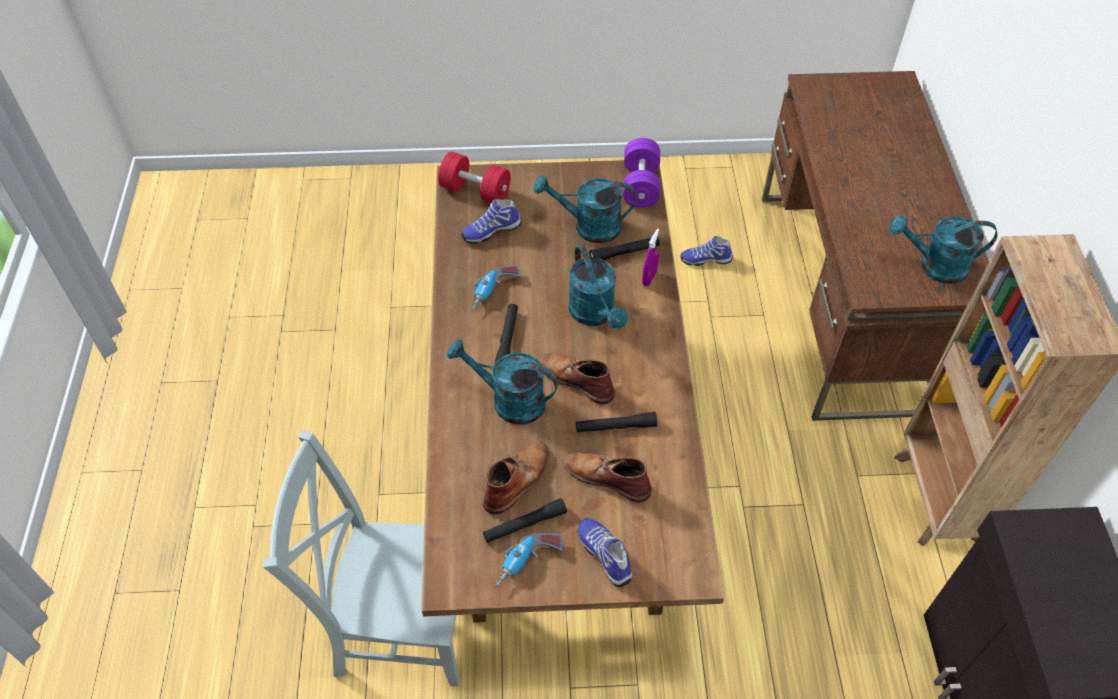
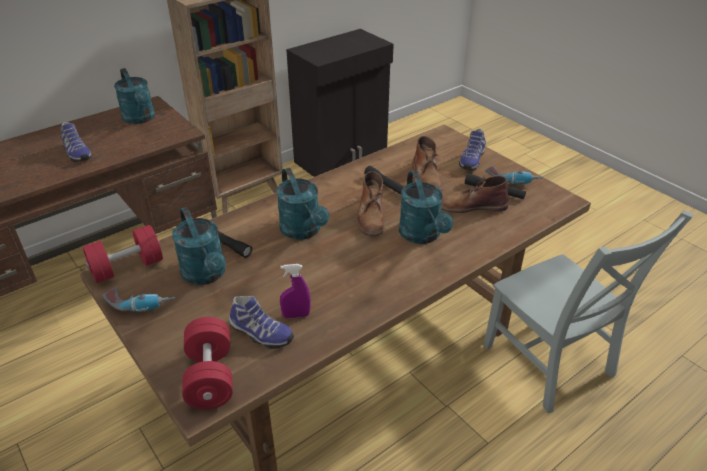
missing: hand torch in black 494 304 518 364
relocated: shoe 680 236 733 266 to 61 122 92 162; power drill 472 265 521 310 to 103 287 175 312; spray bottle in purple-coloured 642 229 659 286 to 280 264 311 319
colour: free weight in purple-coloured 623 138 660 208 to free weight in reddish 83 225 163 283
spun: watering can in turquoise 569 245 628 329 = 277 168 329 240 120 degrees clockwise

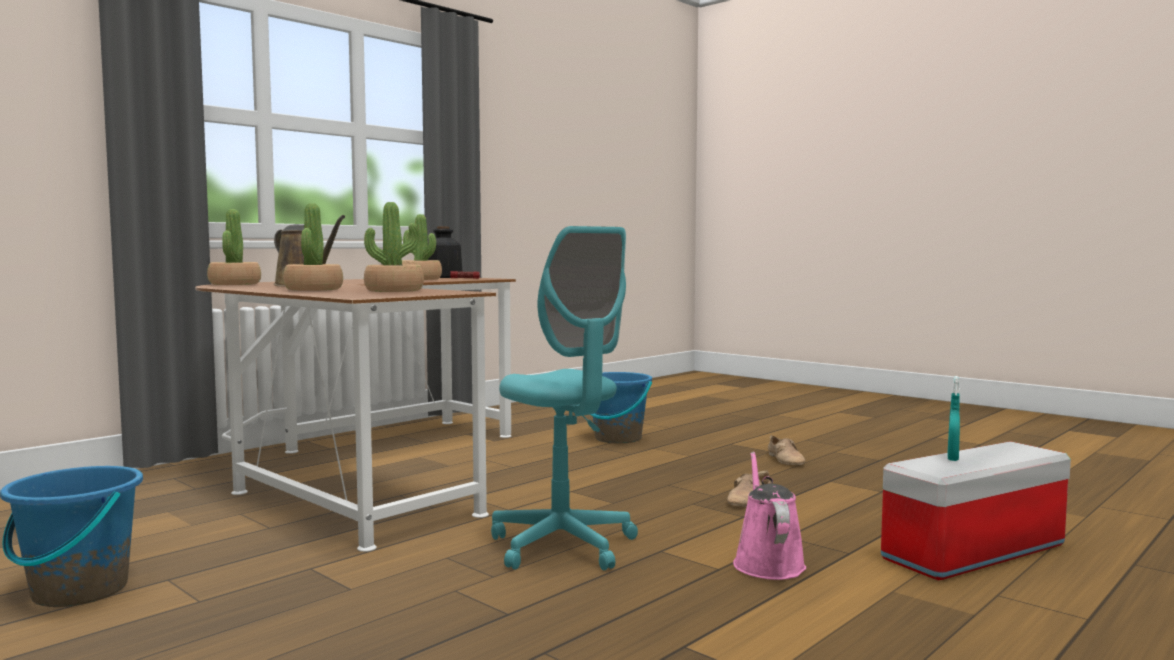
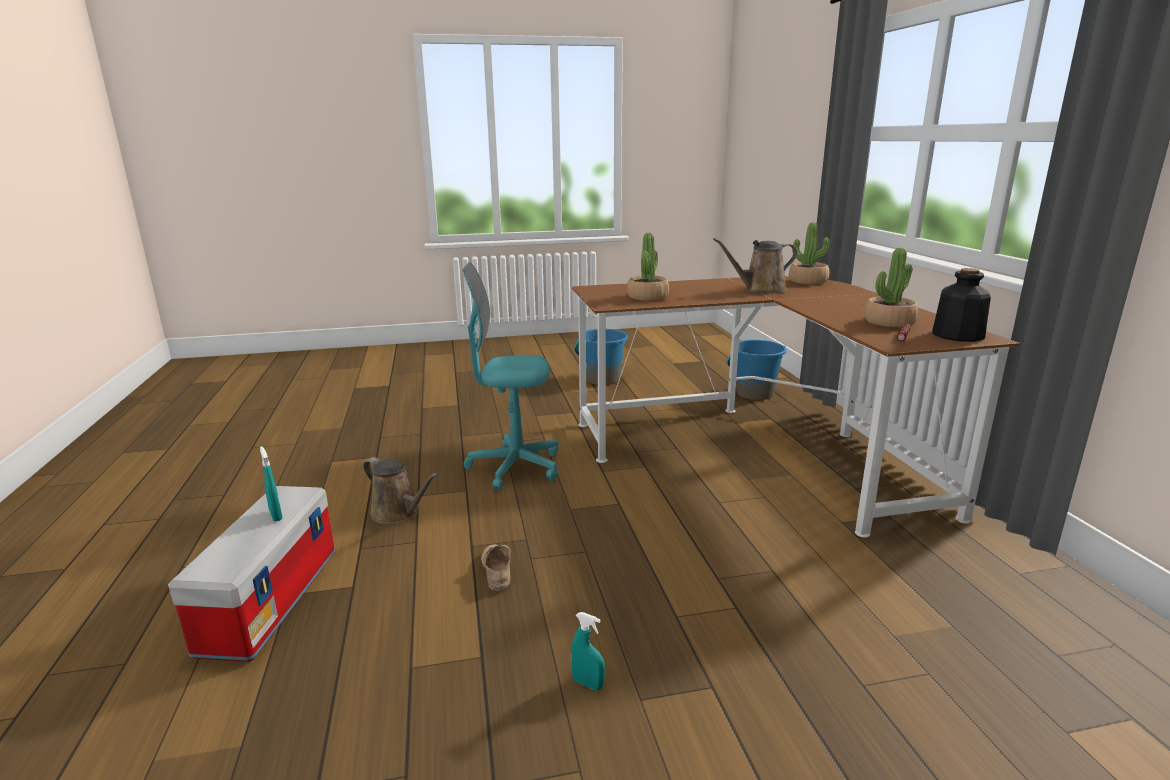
missing: houseplant 283 203 343 291
relocated: water bucket in bluish 590 372 652 443 to 727 340 787 400
exchanged: shoe in beige-coloured 768 435 805 465 to spray bottle in turquoise 571 612 605 690
colour: watering can in pinkish 733 452 806 580 to watering can in brown 363 457 439 524

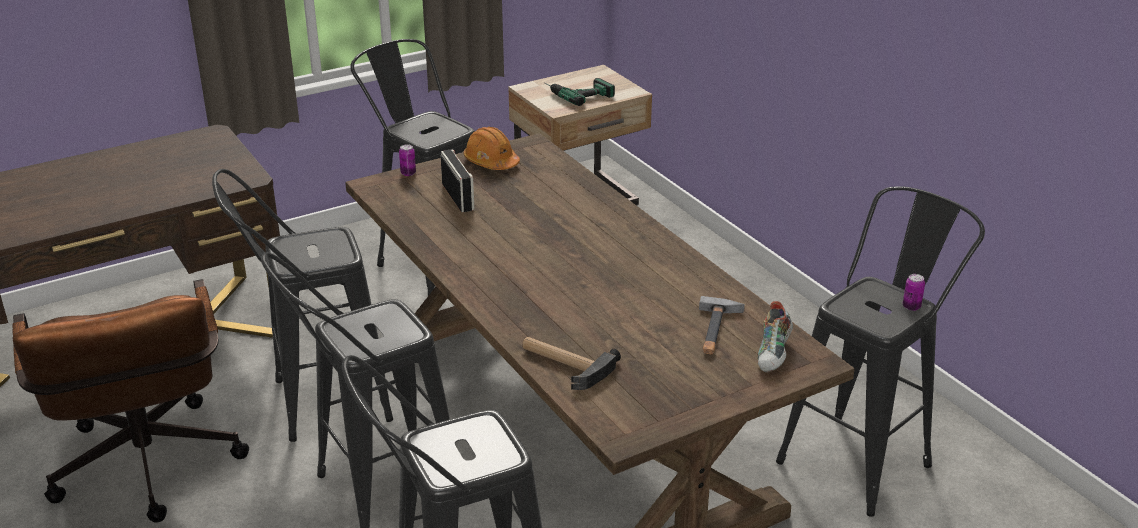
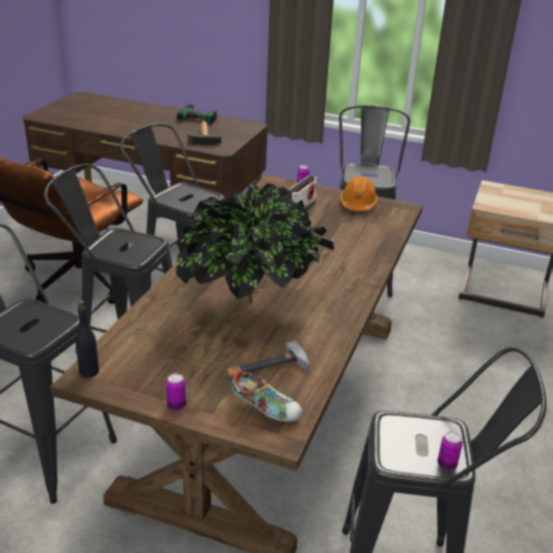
appeared: drink bottle in black 75 300 99 378; can 166 373 186 411; houseplant 176 182 334 303
relocated: power drill 545 78 615 106 to 177 104 217 125; tool hammer 522 337 621 390 to 188 121 221 145
spun: shoe 758 301 793 372 = 232 370 303 422 135 degrees counterclockwise

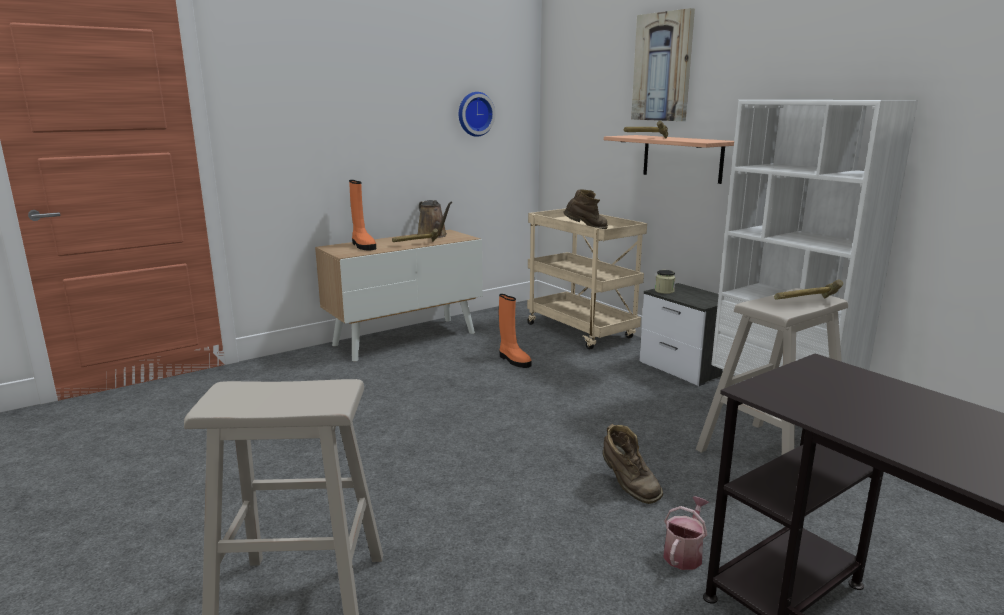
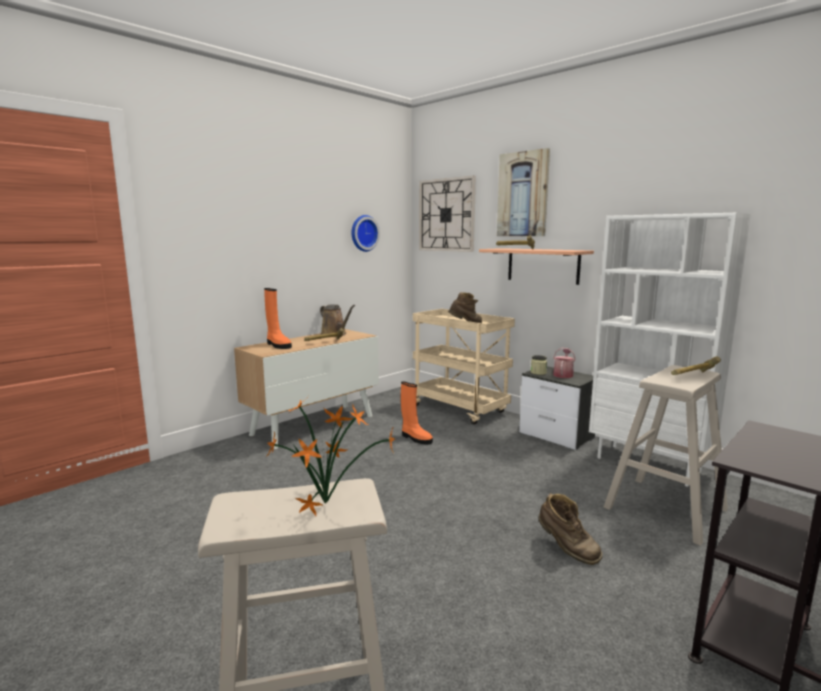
appeared: houseplant 266 399 395 516; wall clock 419 176 476 252
relocated: watering can 663 496 709 570 to 553 348 576 378

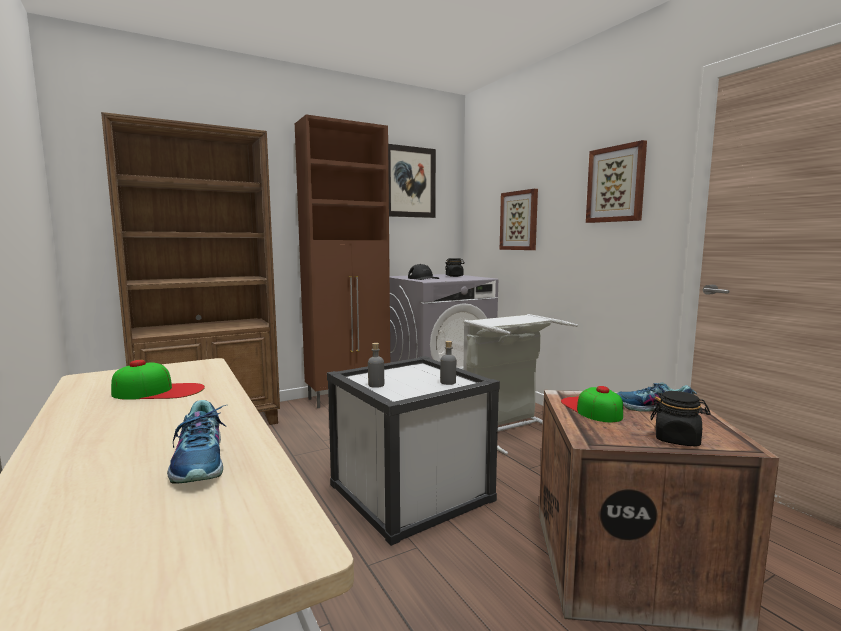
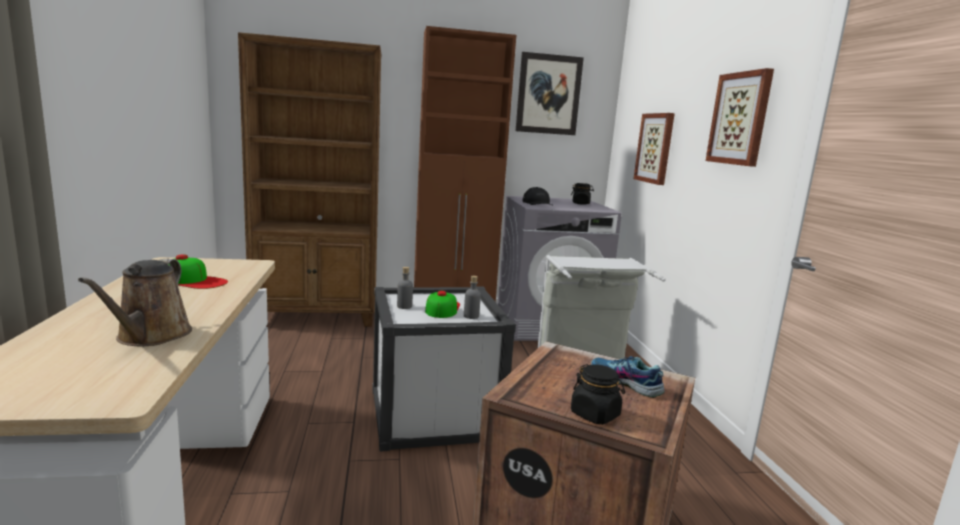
relocated: baseball cap 561 386 623 422 to 425 291 460 318
exchanged: shoe 167 400 226 484 to watering can in brown 78 259 192 346

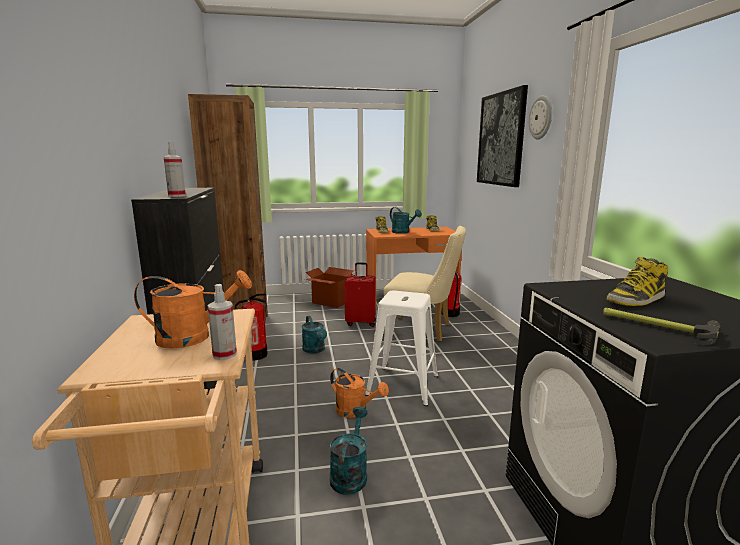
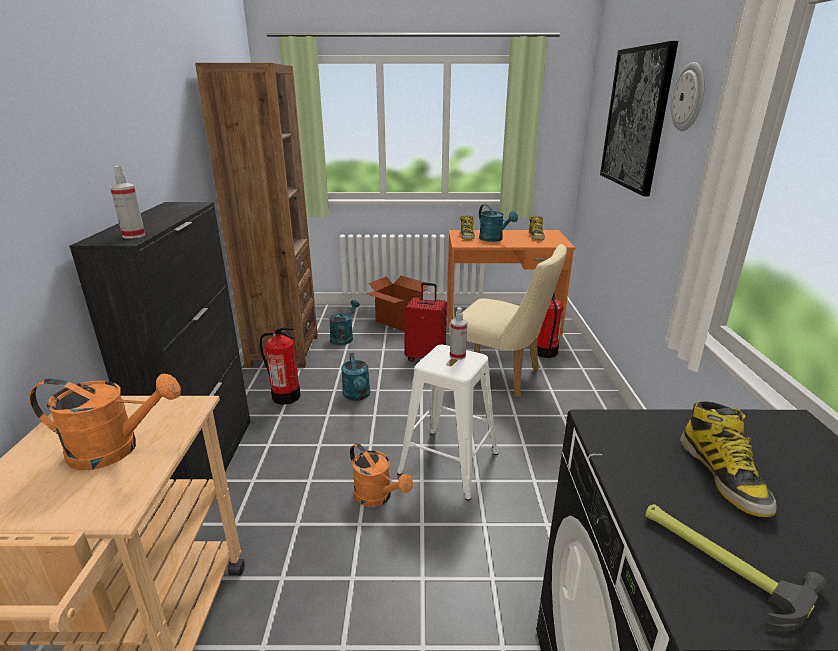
relocated: watering can in turquoise 330 407 368 495 to 329 300 360 345; spray bottle 208 284 237 360 to 450 307 467 360
spun: tall boot 606 257 668 306 = 680 401 777 517 75 degrees counterclockwise

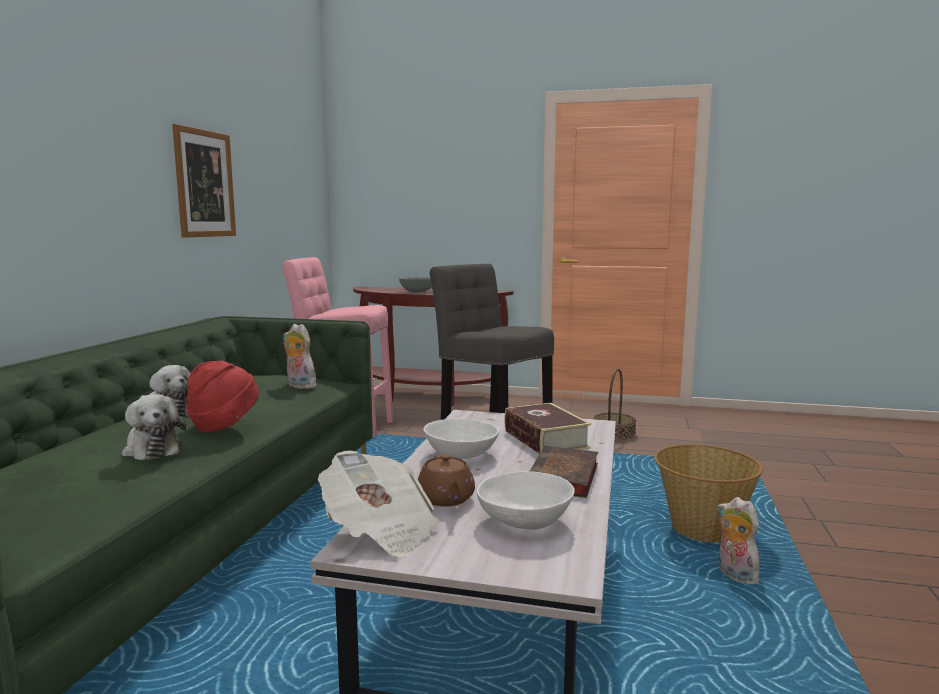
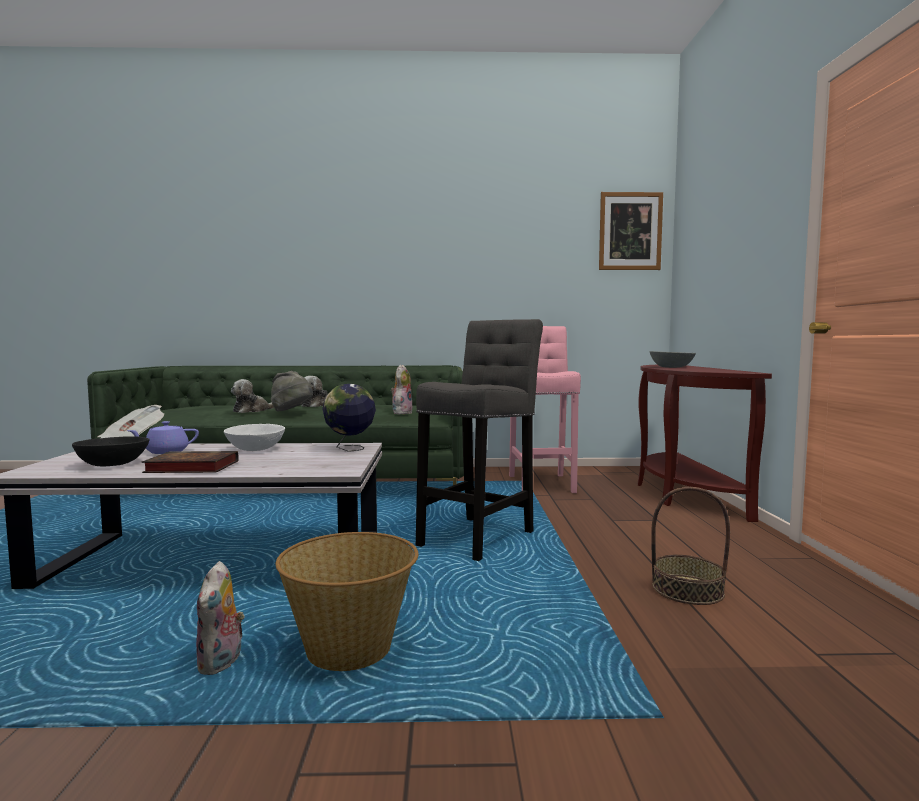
missing: book 504 403 591 454
appeared: world globe 322 384 376 452
relocated: wall art 172 124 236 238 to 599 192 663 270
colour: serving bowl in white 477 471 575 530 to serving bowl in black 72 436 150 466; tea pot in brown 418 454 475 507 to tea pot in purple-coloured 127 421 199 454; hat in reddish 187 360 259 433 to hat in grey 271 371 313 411
spun: cuddly toy 718 497 760 584 = 196 561 245 675 135 degrees clockwise

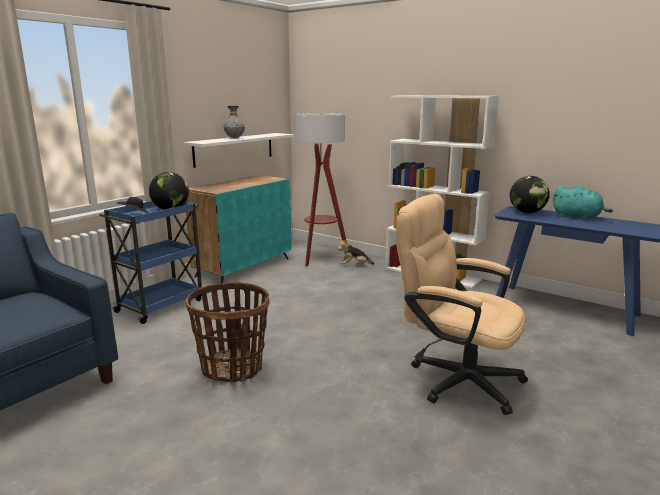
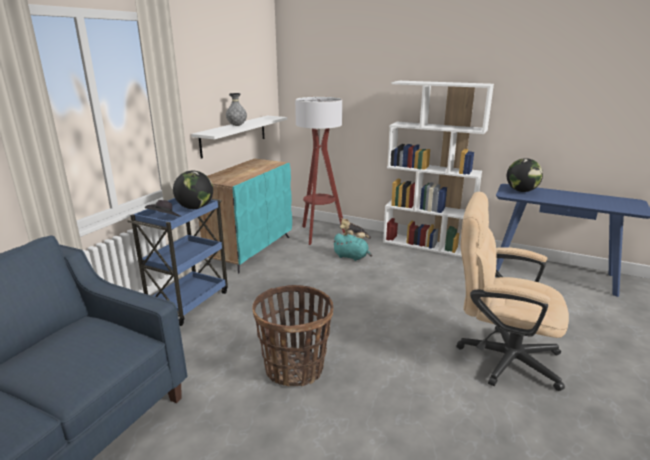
relocated: cuddly toy in turquoise 553 186 613 220 to 332 234 373 261

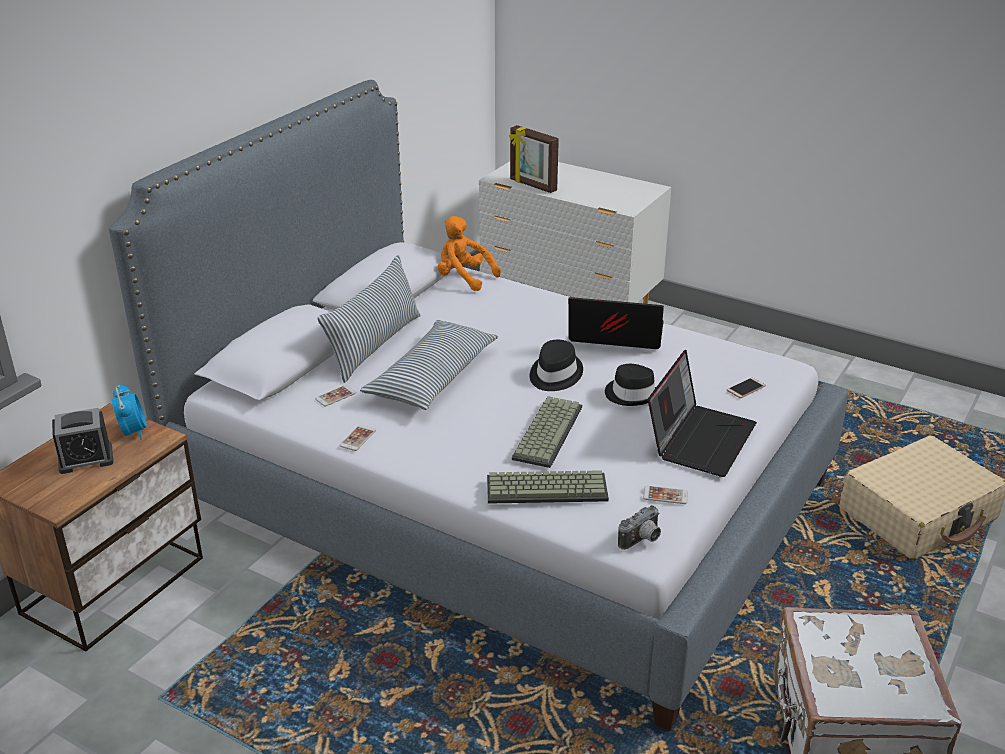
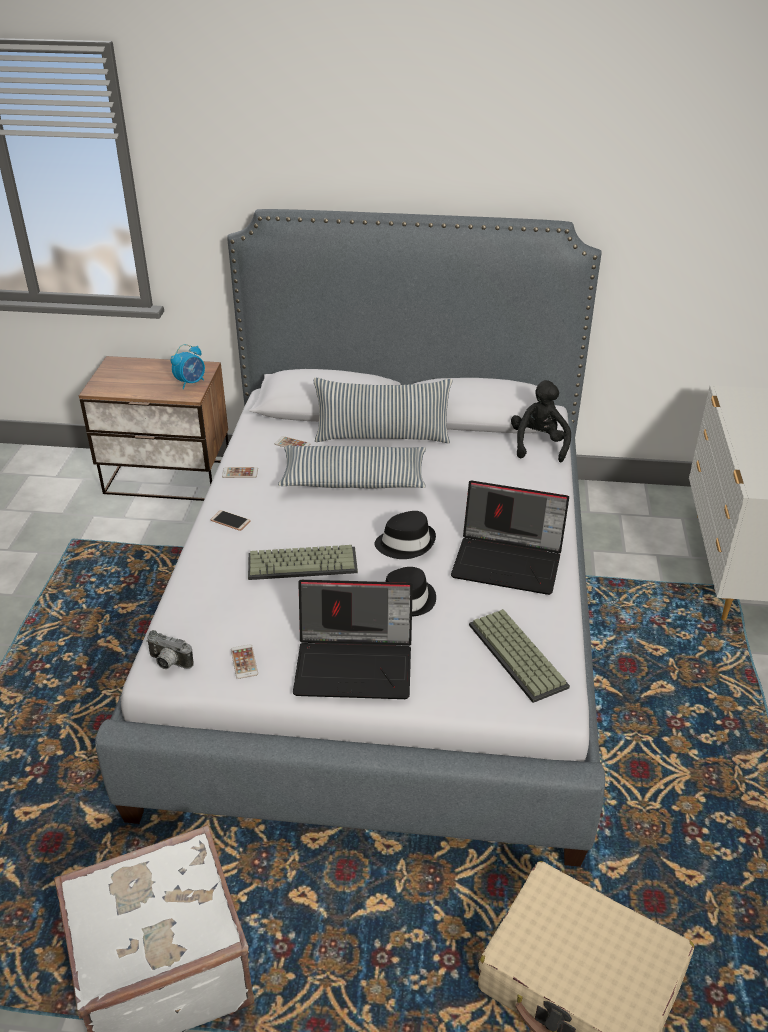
missing: bedside clock 52 408 113 474; picture frame 509 125 559 193
relocated: handset 727 377 766 398 to 210 510 251 531; computer keyboard 487 470 609 504 to 469 609 570 703
colour: cuddly toy in orange-coloured 438 216 501 291 to cuddly toy in black 511 380 571 462
spun: portable computer 568 297 664 349 = 451 481 569 595 120 degrees clockwise

